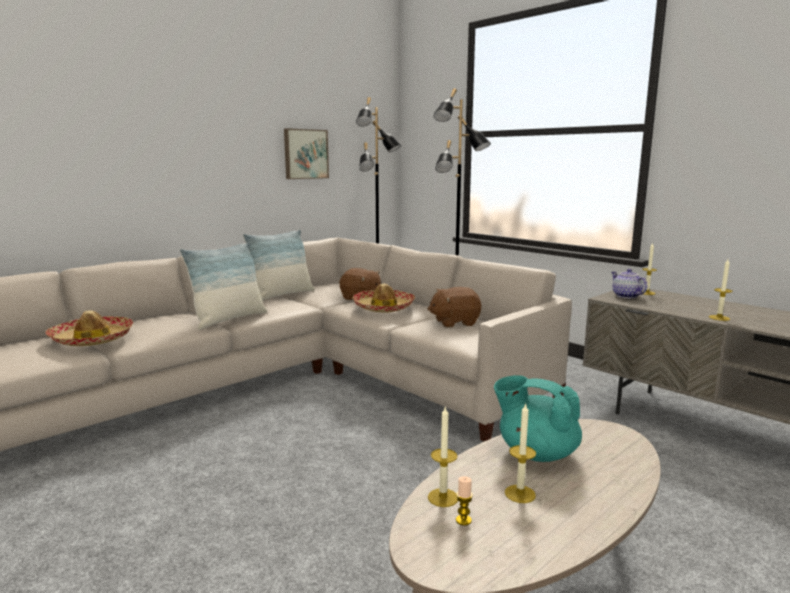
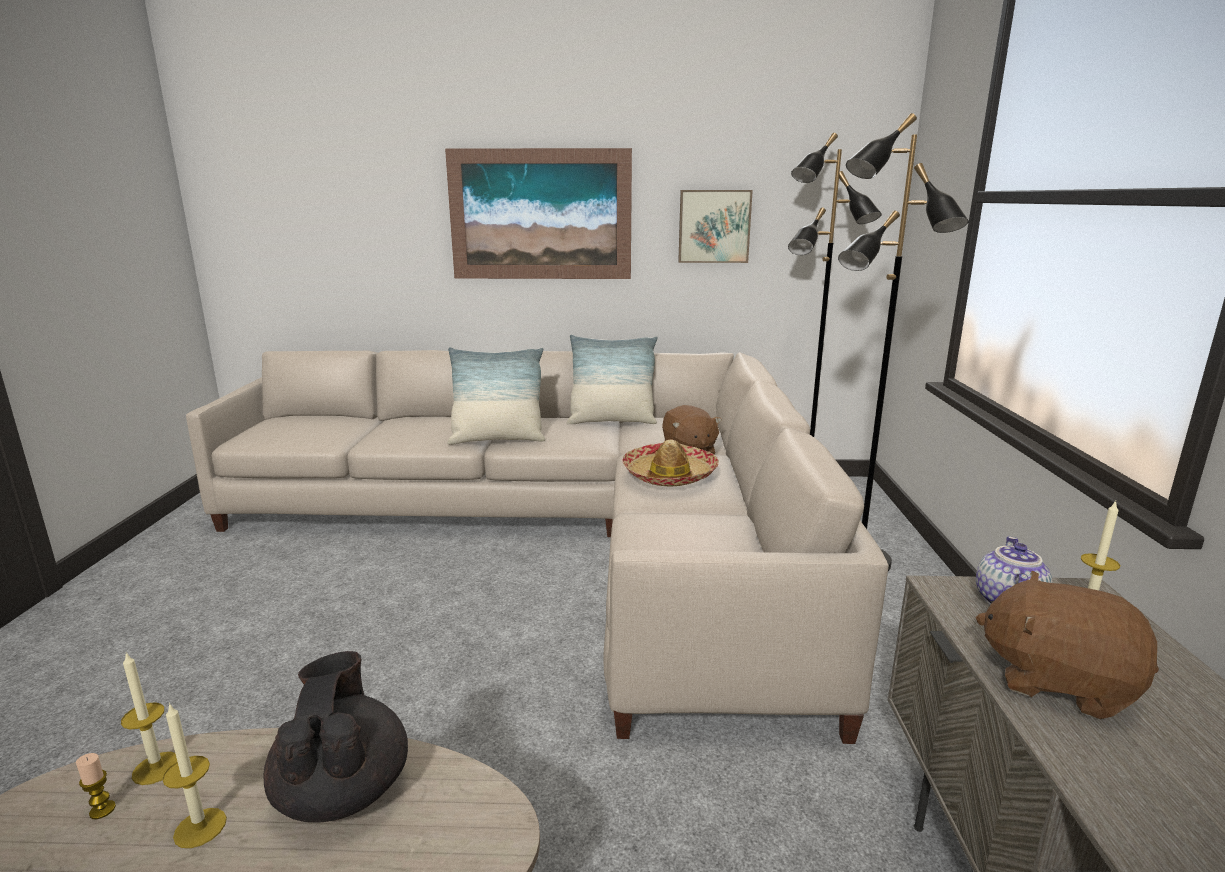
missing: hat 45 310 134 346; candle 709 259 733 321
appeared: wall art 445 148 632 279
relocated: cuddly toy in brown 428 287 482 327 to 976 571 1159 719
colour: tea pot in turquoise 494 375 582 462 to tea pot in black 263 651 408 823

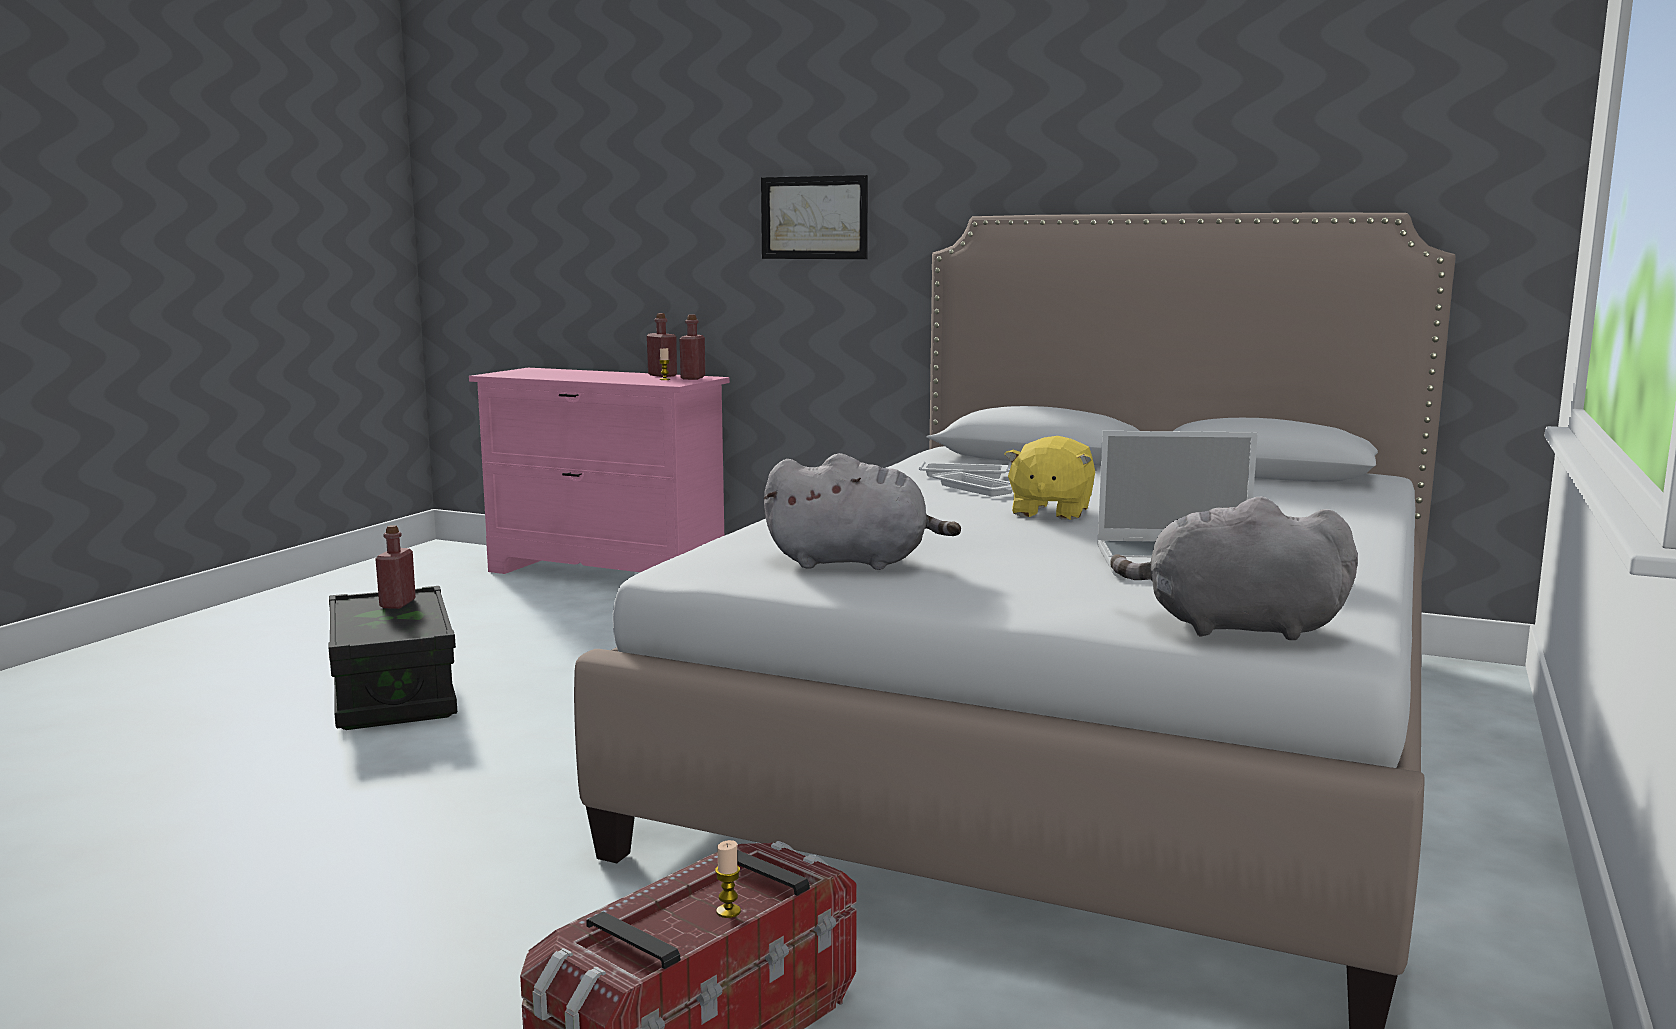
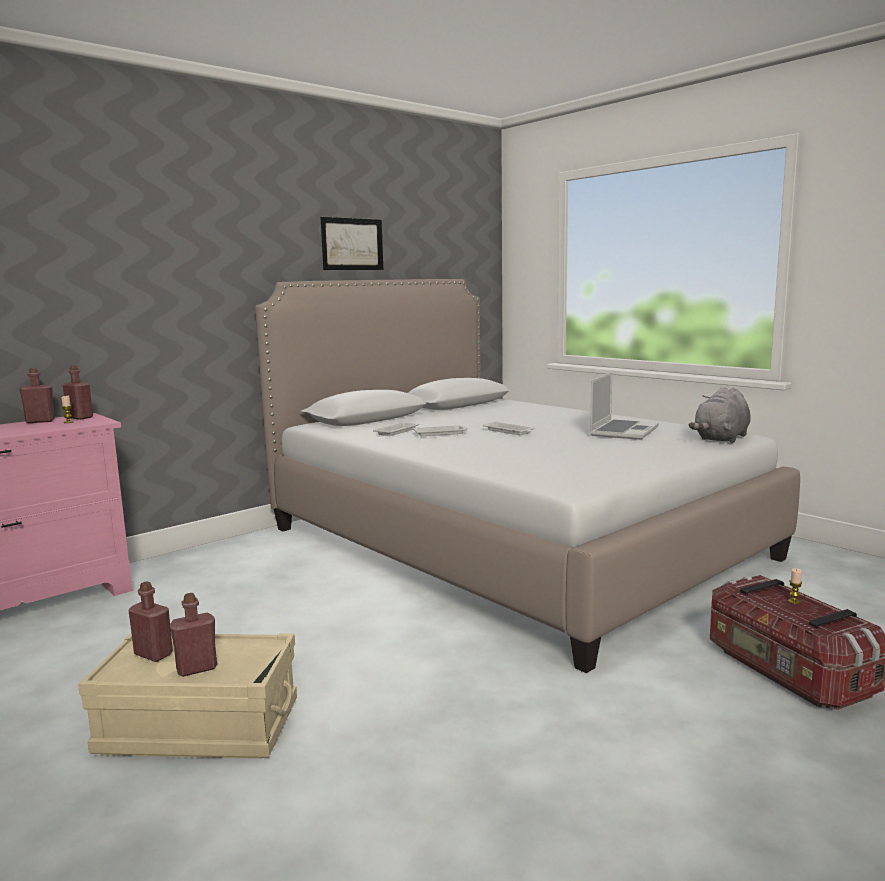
missing: cuddly toy in grey 764 453 961 570
appeared: drink bottle in reddish 170 593 217 677
relocated: wall art 761 175 868 259 to 321 217 383 270
exchanged: cuddly toy in yellow 1004 436 1095 520 to tray in white 483 421 535 435
colour: storage box in black 329 586 457 730 to storage box in beige-coloured 78 633 297 759

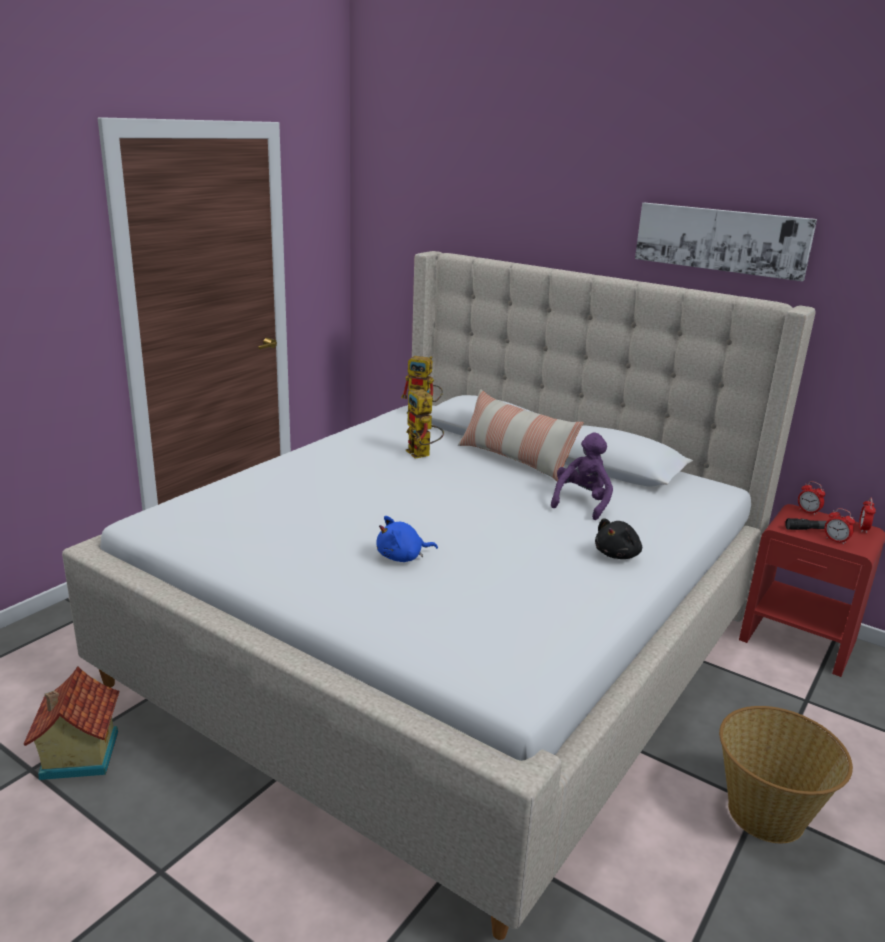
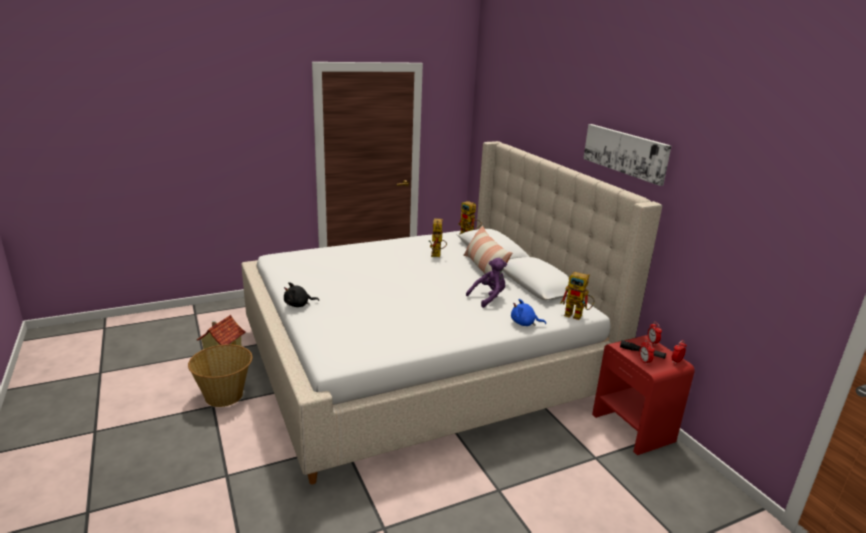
appeared: robot figure 560 272 595 320
relocated: basket 719 706 853 843 to 188 344 253 407; cuddly toy in black 595 518 642 559 to 284 282 319 307; cuddly toy in bluish 376 516 438 562 to 511 299 546 326

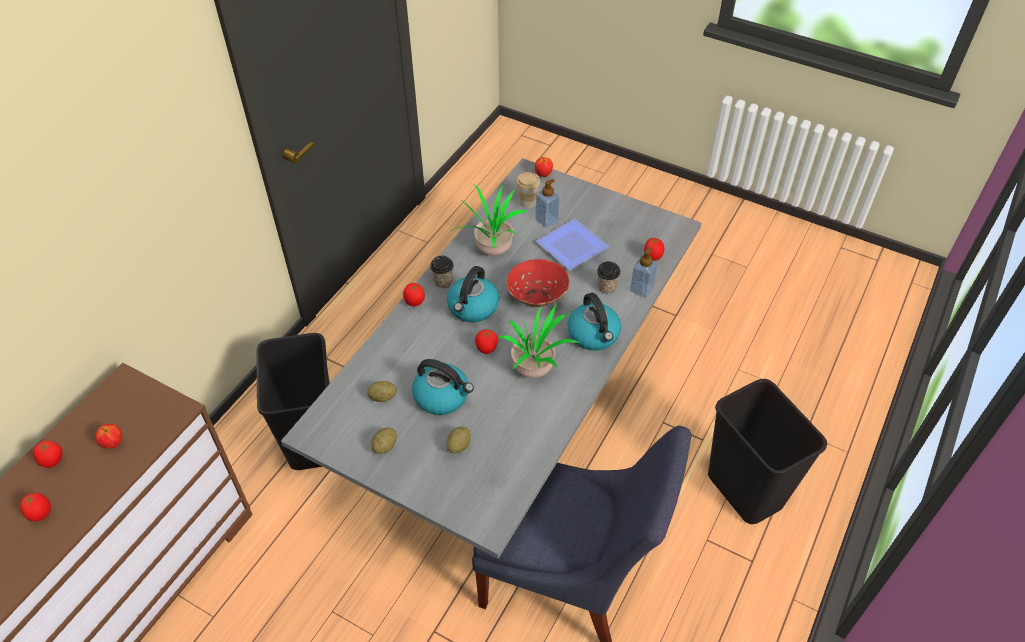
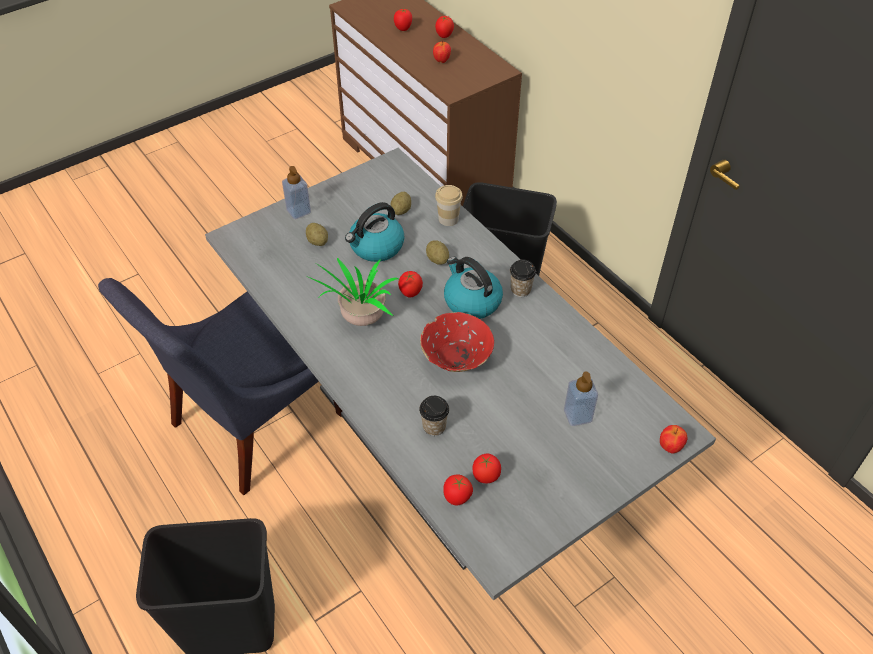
missing: houseplant 450 184 528 256; flat dish 536 219 609 270; water kettle 567 293 621 351
relocated: liquid soap bottle 630 247 658 298 to 282 166 311 219; potato 371 427 397 454 to 426 240 449 265; cup 516 172 540 208 to 435 185 463 226; fresh tomato 403 283 425 306 to 472 454 501 483

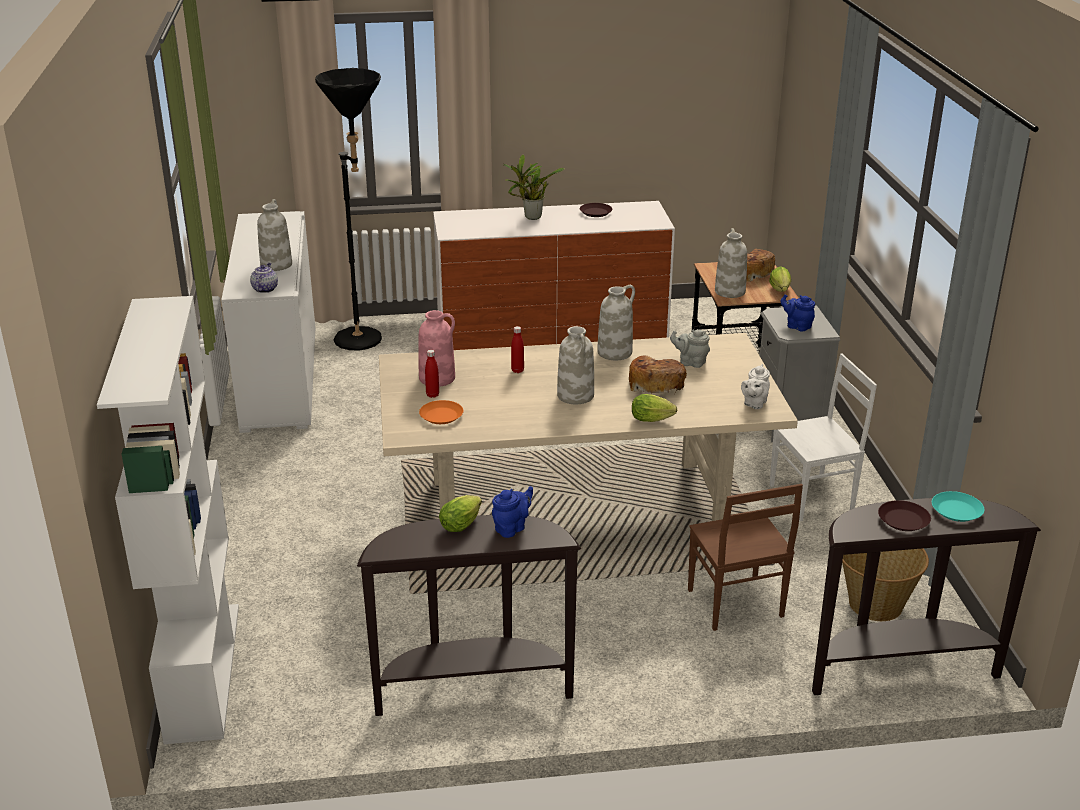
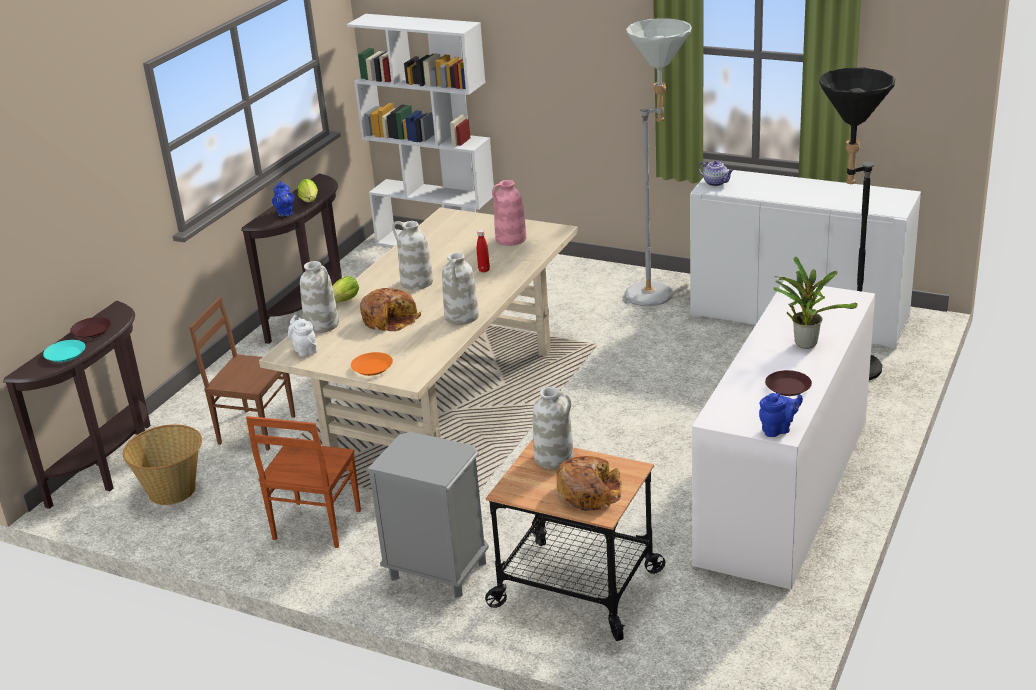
missing: drink bottle in reddish 425 350 439 398; tea pot in grey 670 329 710 368; lettuce 769 266 791 292
appeared: standing lamp in grey 625 18 692 306
relocated: vase in white 257 199 292 271 to 300 261 339 333; flat dish in orange-coloured 419 400 463 424 to 351 352 393 376; tea pot in bluish 780 294 815 331 to 759 393 803 437
colour: upright chair in white 770 354 877 521 to upright chair in brown 246 416 361 548

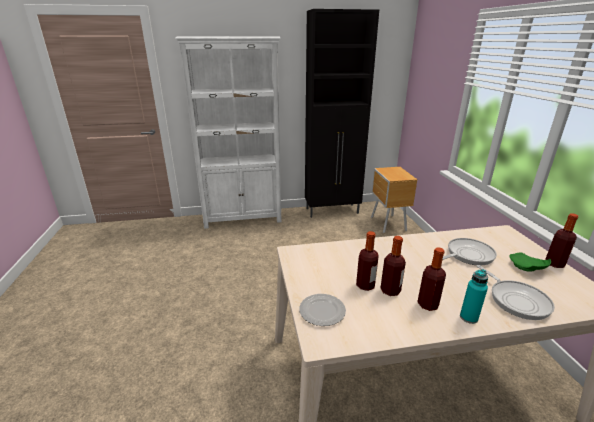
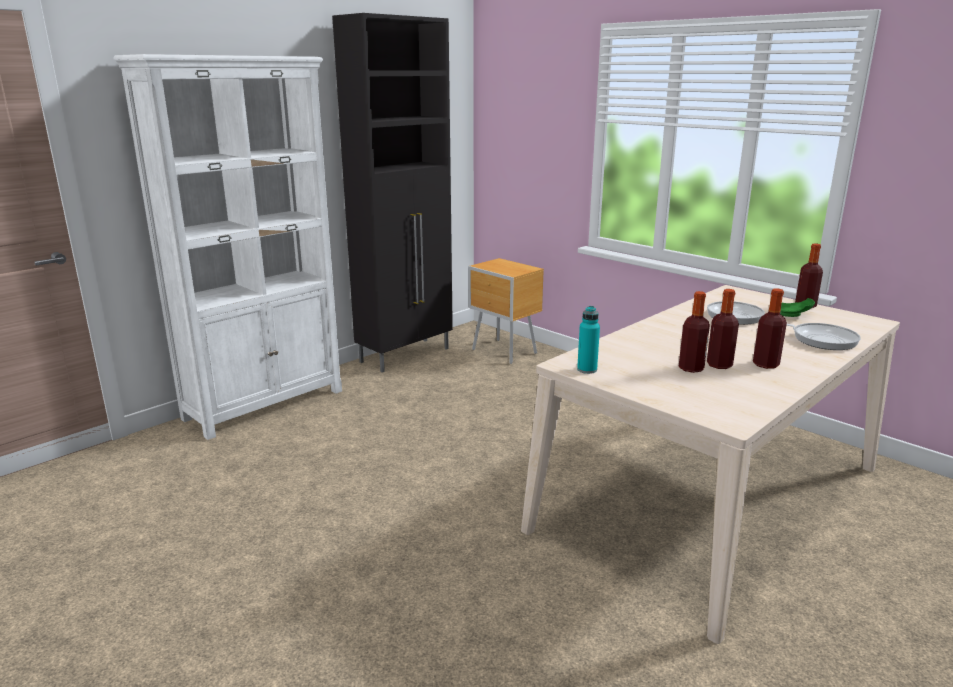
missing: flat dish 299 294 346 326
relocated: drink bottle in turquoise 460 269 488 324 to 577 306 600 374

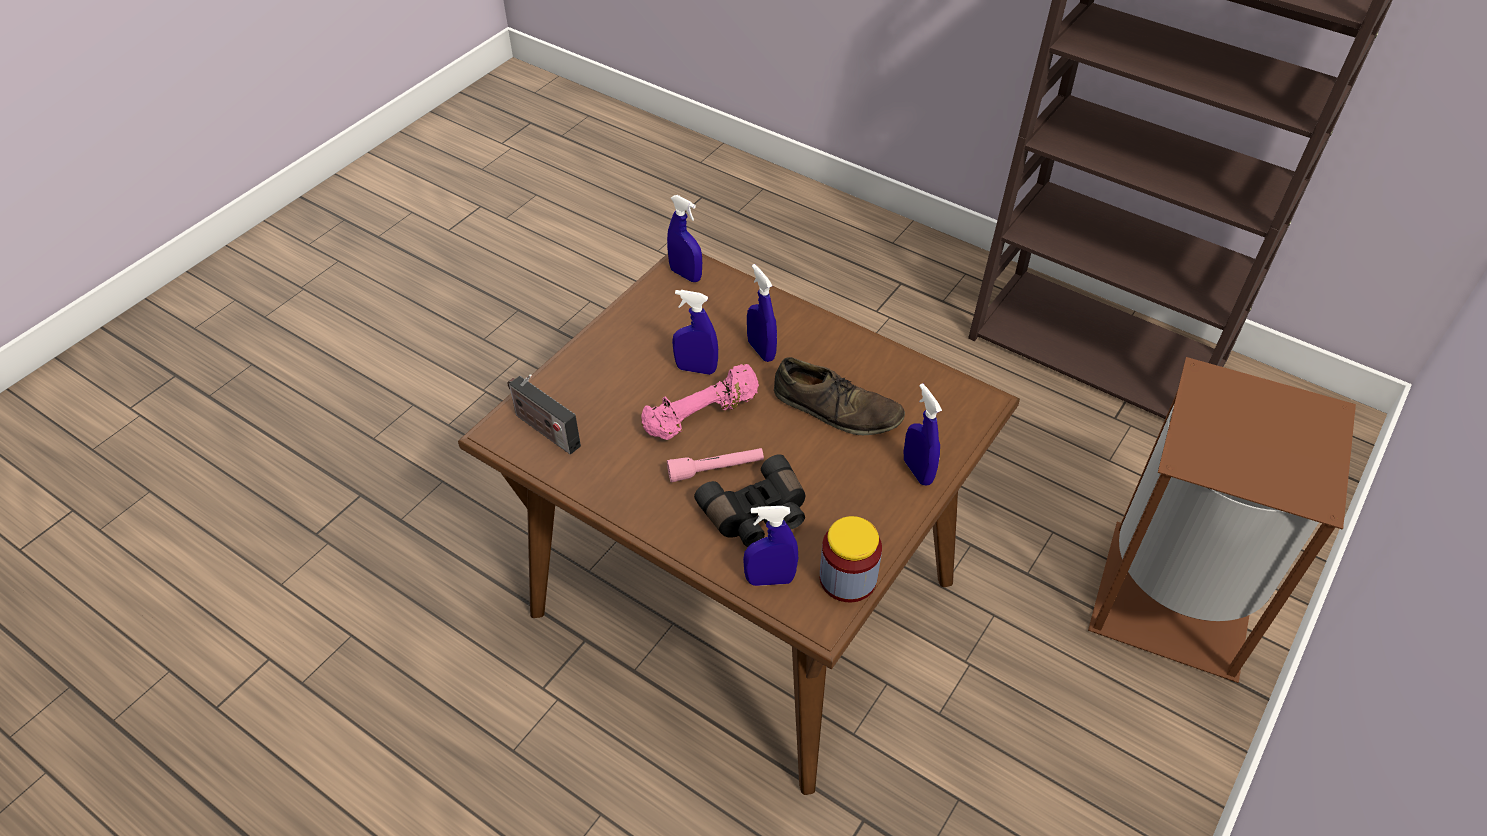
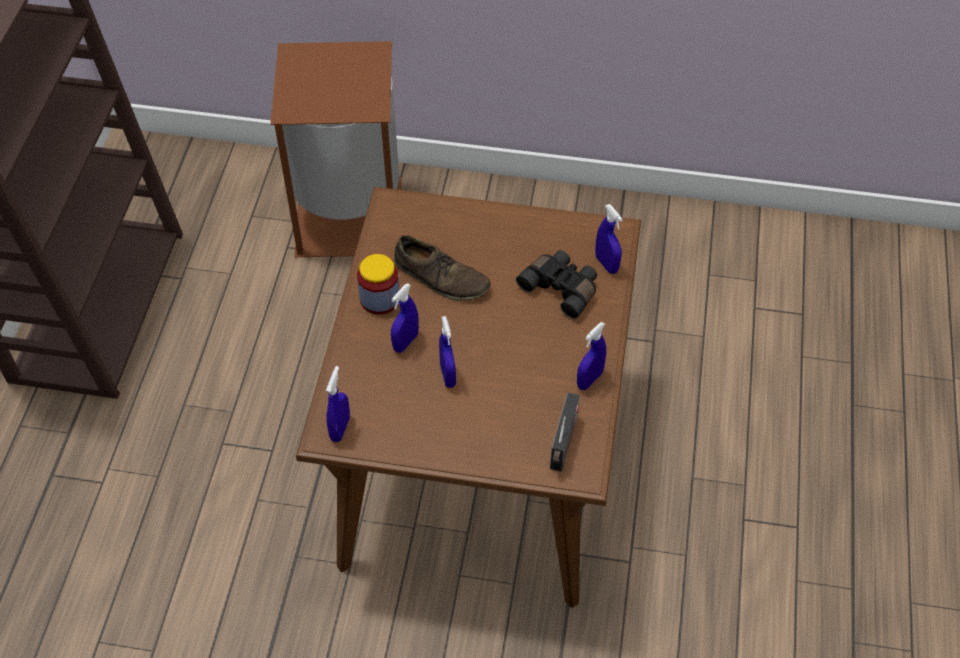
missing: free weight in pinkish 641 364 759 440; hand torch in pinkish 667 448 764 482
relocated: preserve jar 820 516 882 603 to 357 254 399 314; spray bottle in bluish 904 383 942 486 to 577 322 607 390
spun: shoe in brown 774 357 905 435 = 394 235 491 301 120 degrees clockwise

